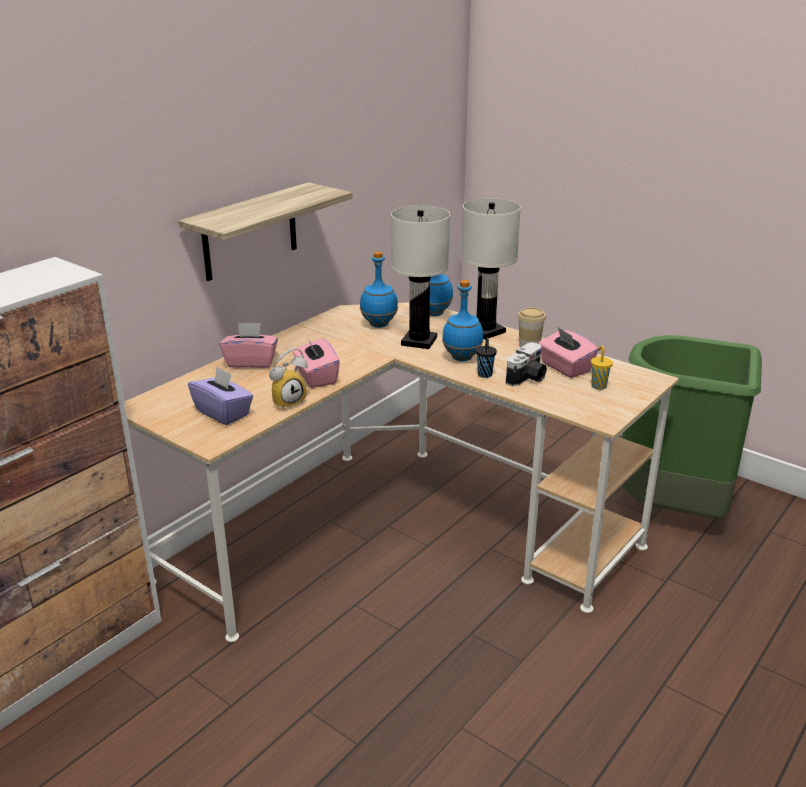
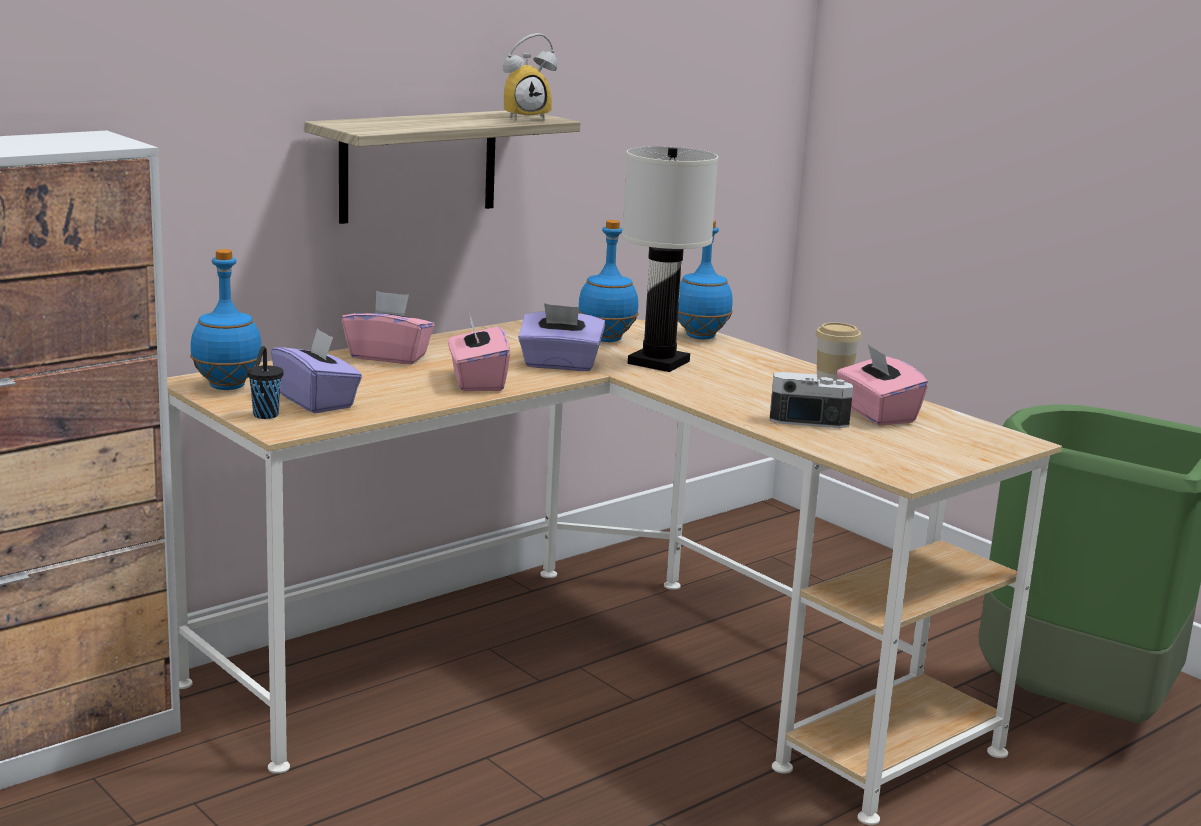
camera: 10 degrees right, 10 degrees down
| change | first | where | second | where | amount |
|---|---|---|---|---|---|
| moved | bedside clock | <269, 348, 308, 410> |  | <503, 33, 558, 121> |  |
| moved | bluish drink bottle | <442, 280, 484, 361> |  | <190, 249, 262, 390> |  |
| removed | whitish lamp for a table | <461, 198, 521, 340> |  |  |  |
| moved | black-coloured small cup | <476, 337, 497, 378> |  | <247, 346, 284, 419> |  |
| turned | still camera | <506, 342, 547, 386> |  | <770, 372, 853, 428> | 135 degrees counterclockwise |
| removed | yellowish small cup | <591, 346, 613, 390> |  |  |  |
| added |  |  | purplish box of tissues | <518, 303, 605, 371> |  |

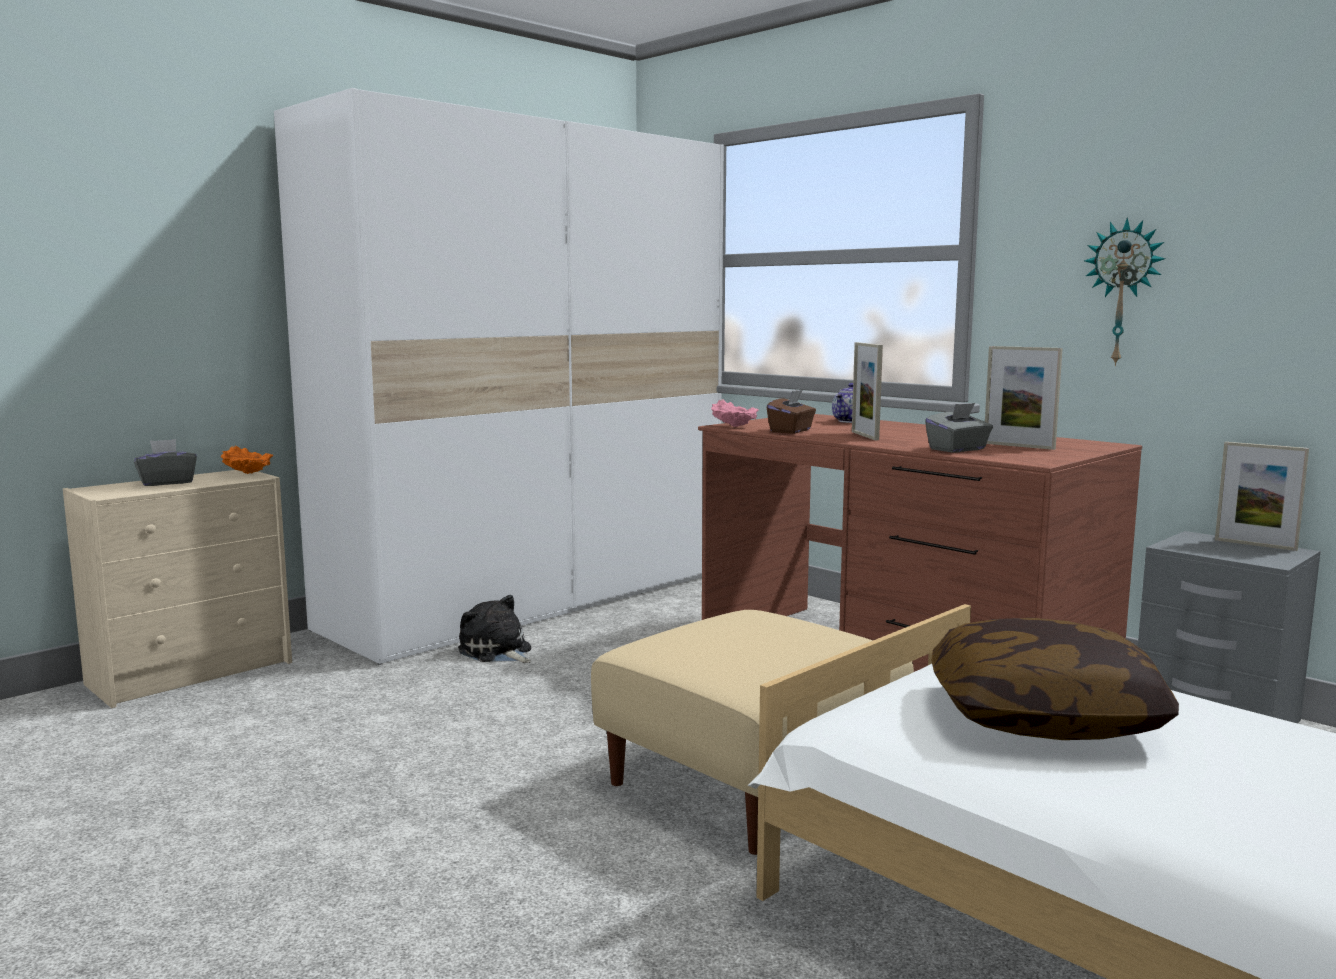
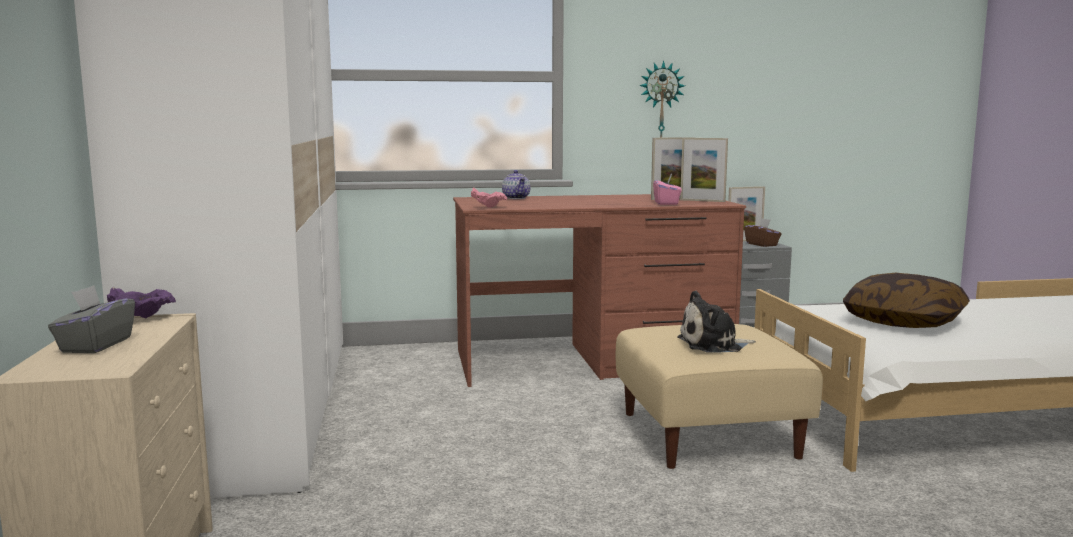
camera: 55 degrees left, 0 degrees up
| change | first | where | second | where | amount |
|---|---|---|---|---|---|
| recoloured | orangey deep dish | <220, 446, 273, 474> | purplish deep dish | <106, 287, 176, 319> |  |
| moved | soft toy | <458, 595, 531, 663> |  | <677, 291, 756, 353> |  |
| moved | brownish box of tissues | <767, 390, 816, 434> |  | <744, 218, 782, 247> |  |
| moved | standing frame | <852, 342, 883, 440> |  | <680, 138, 728, 202> |  |
| recoloured | greyish box of tissues | <925, 403, 993, 453> | pink box of tissues | <653, 174, 682, 205> |  |

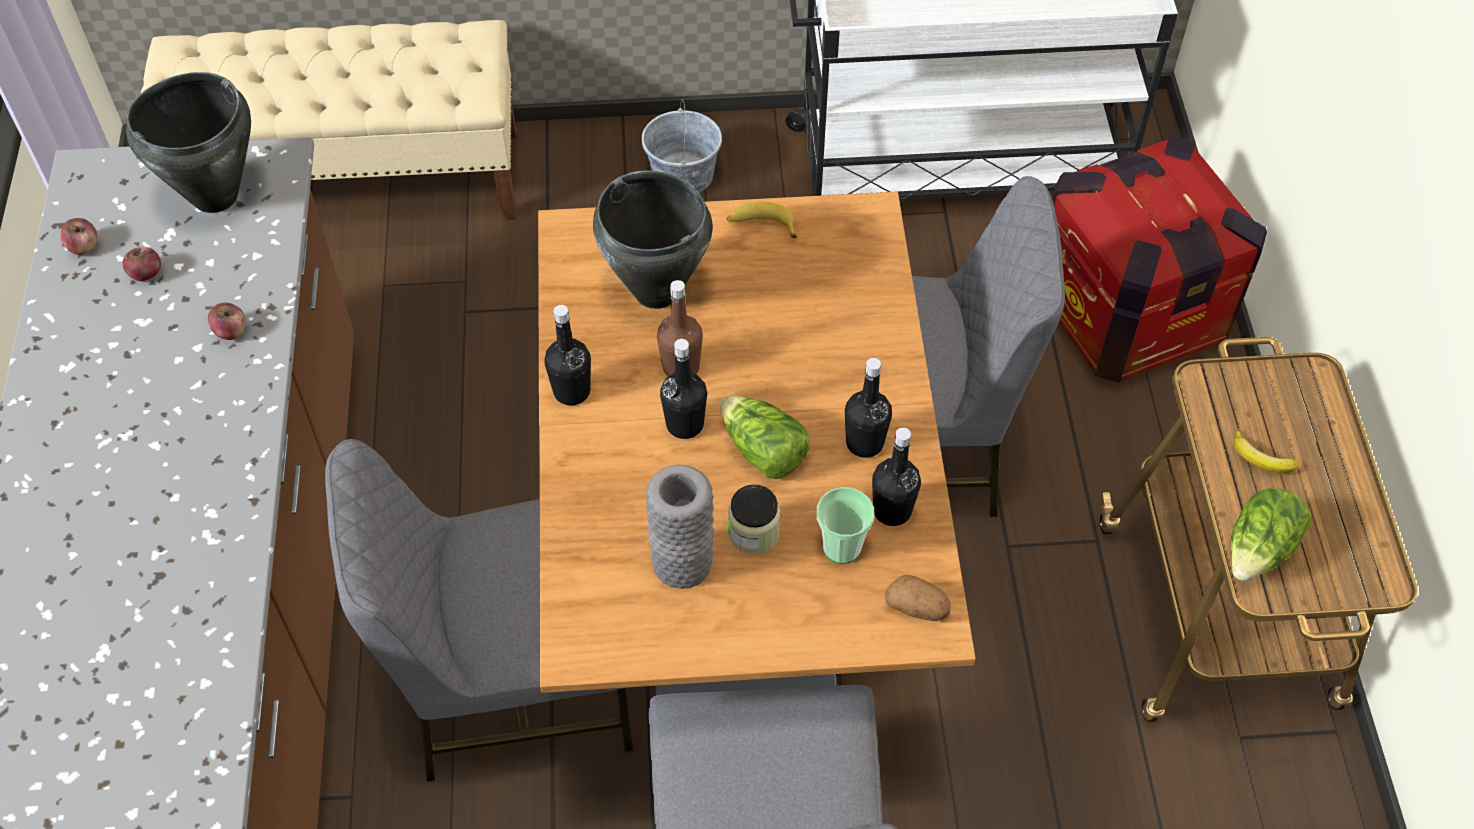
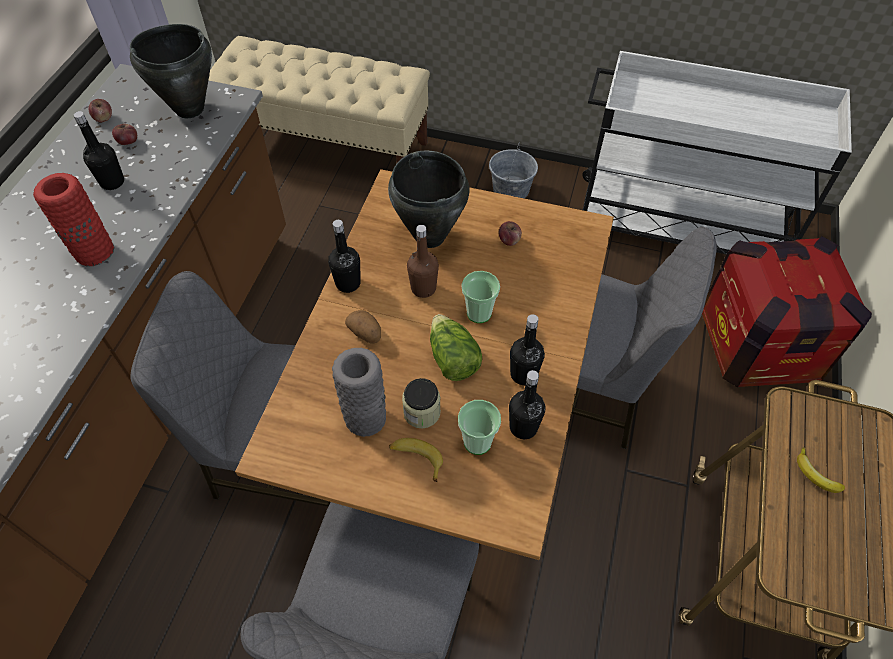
camera: 20 degrees right, 0 degrees up
| change | first | where | second | where | amount |
|---|---|---|---|---|---|
| moved | whole apple | <208, 303, 246, 340> |  | <499, 221, 522, 246> |  |
| moved | black-coloured drink bottle | <660, 339, 707, 439> |  | <73, 111, 124, 190> |  |
| moved | banana | <727, 202, 797, 238> |  | <389, 438, 443, 482> |  |
| moved | spud | <885, 575, 951, 621> |  | <345, 310, 381, 344> |  |
| removed | lettuce | <1231, 488, 1311, 581> |  |  |  |
| added |  |  | red-coloured flower vase | <33, 173, 114, 266> |  |
| added |  |  | small cup | <462, 271, 500, 323> |  |

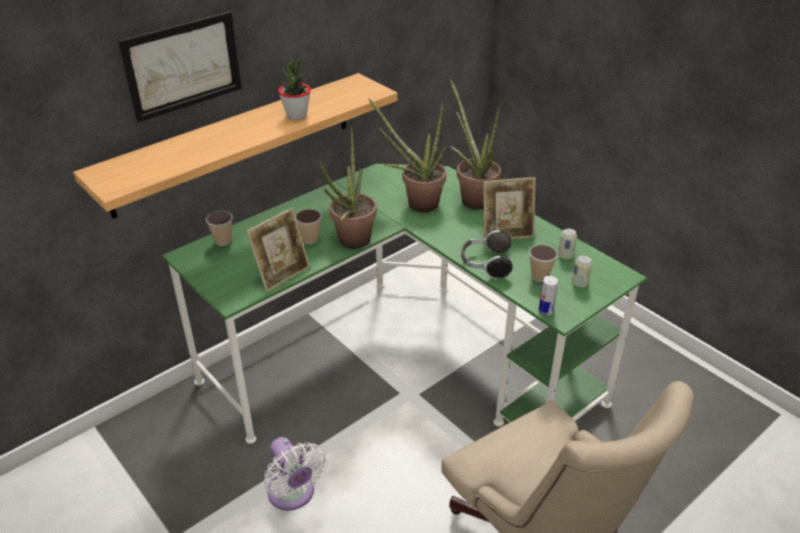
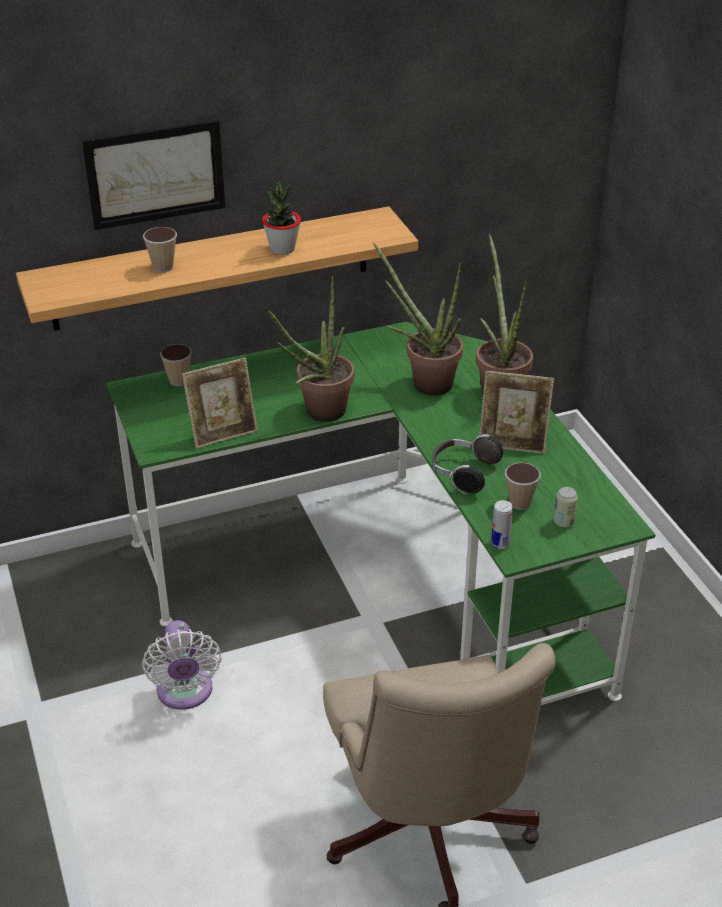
camera: 20 degrees right, 0 degrees up
| change | first | where | second | where | amount |
|---|---|---|---|---|---|
| moved | small cup | <295, 209, 321, 244> |  | <143, 227, 177, 272> |  |
| removed | metal can | <558, 228, 577, 259> |  |  |  |

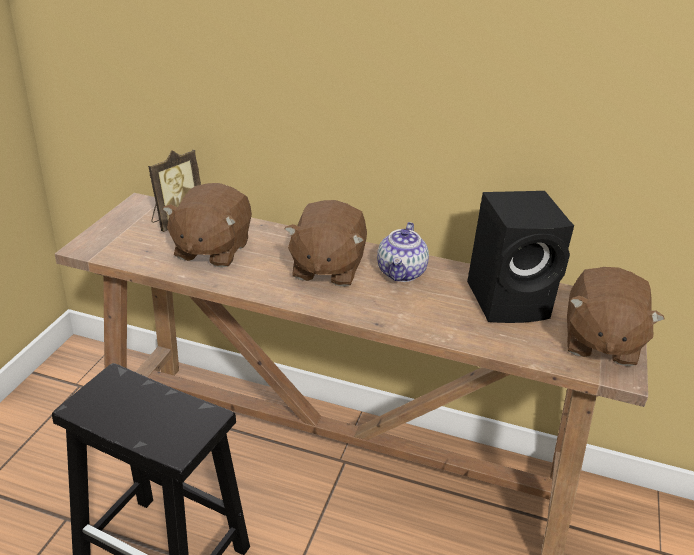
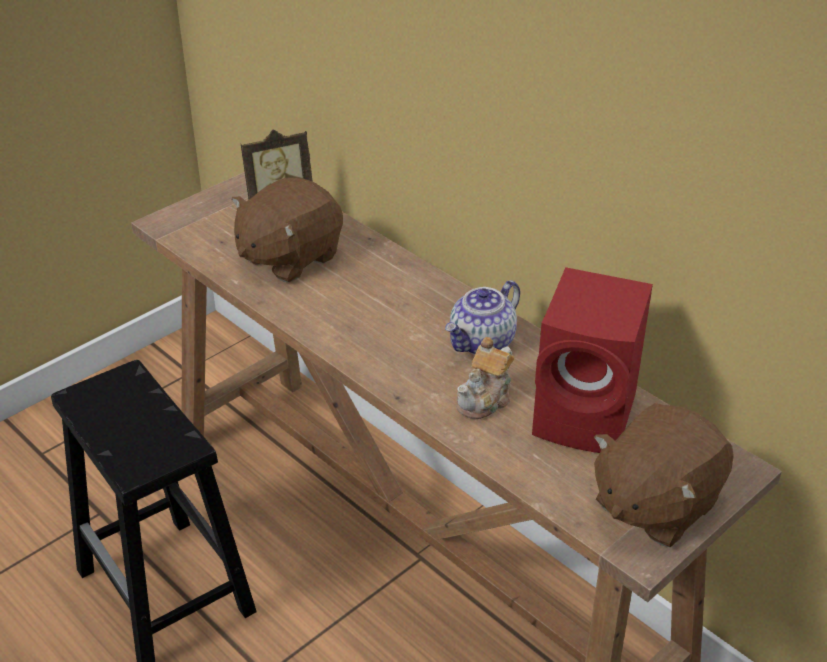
camera: 30 degrees right, 5 degrees up
| change | first | where | second | where | amount |
|---|---|---|---|---|---|
| removed | brownish soft toy | <285, 200, 367, 287> |  |  |  |
| recoloured | black-coloured audio speaker | <467, 191, 574, 323> | red-coloured audio speaker | <532, 267, 653, 453> |  |
| added |  |  | teapot | <456, 337, 514, 419> |  |

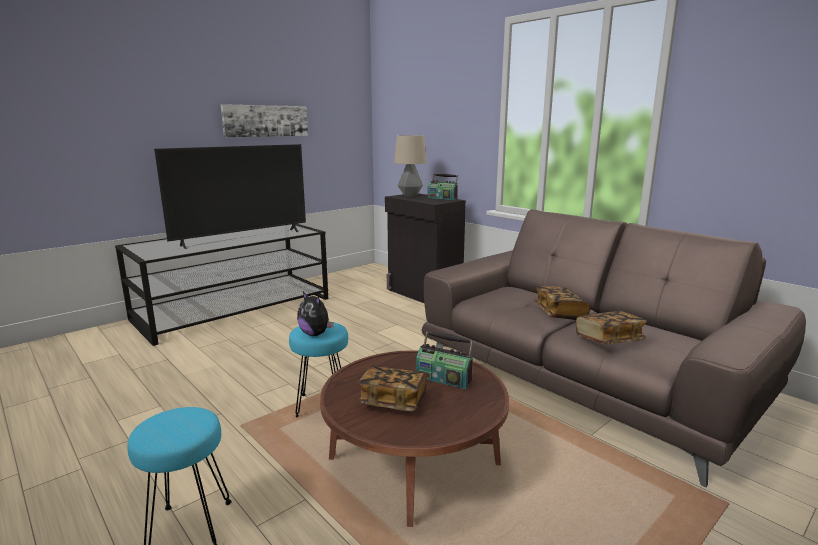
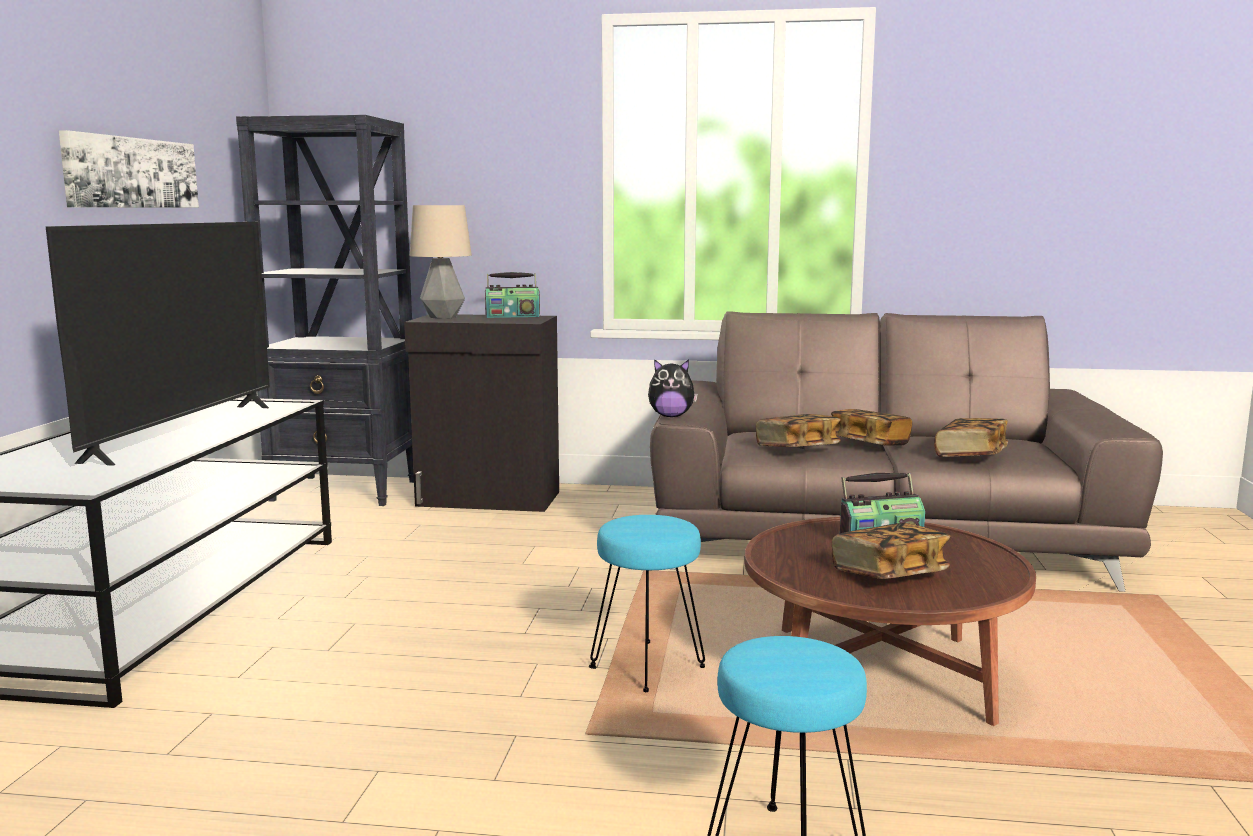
camera: 40 degrees left, 5 degrees down
| change | first | where | second | where | amount |
|---|---|---|---|---|---|
| moved | soft toy | <297, 292, 334, 336> |  | <648, 359, 698, 417> |  |
| added |  |  | black-coloured bookshelf | <236, 115, 414, 506> |  |
| added |  |  | book | <756, 414, 841, 447> |  |

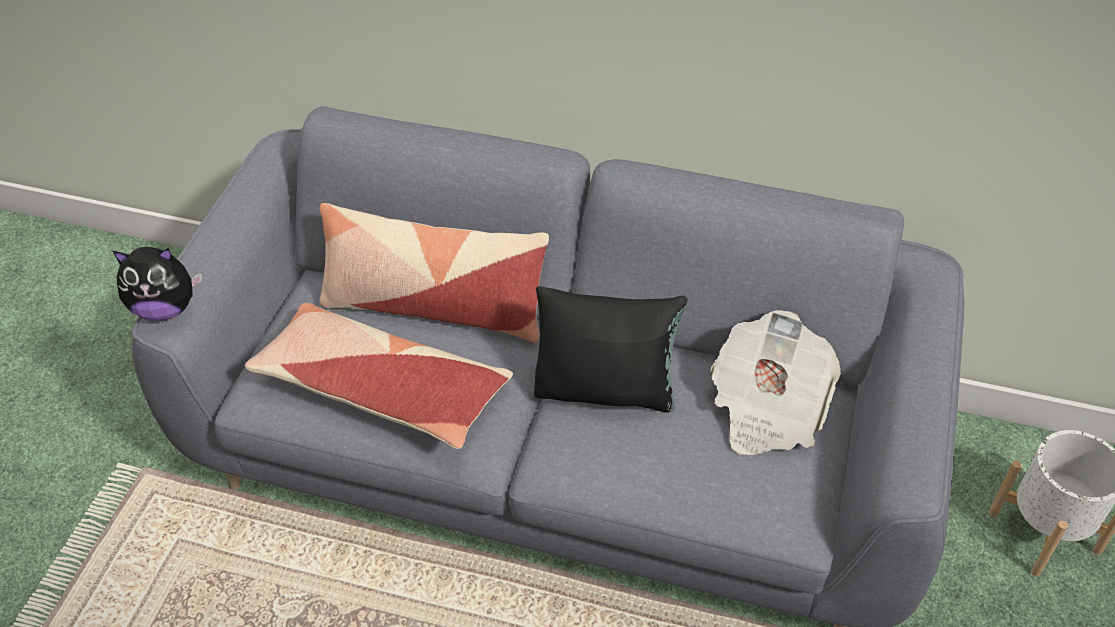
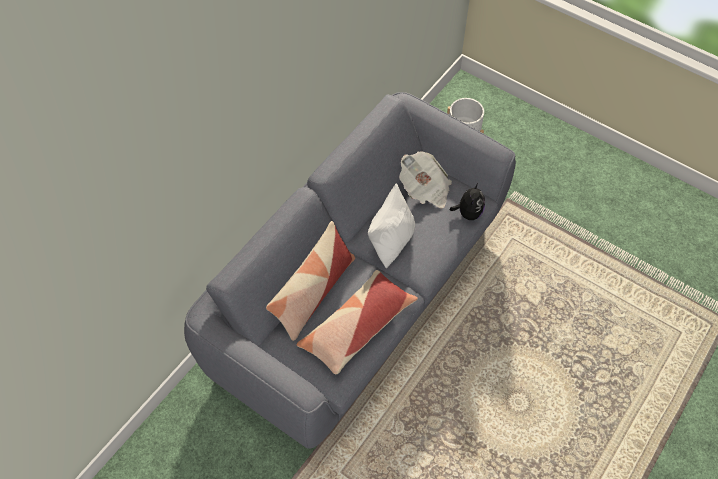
camera: 70 degrees left, 10 degrees up
| change | first | where | second | where | amount |
|---|---|---|---|---|---|
| moved | soft toy | <113, 247, 202, 321> |  | <450, 183, 485, 220> |  |
| recoloured | black-coloured pillow | <534, 286, 687, 413> | whitish pillow | <368, 183, 415, 268> |  |

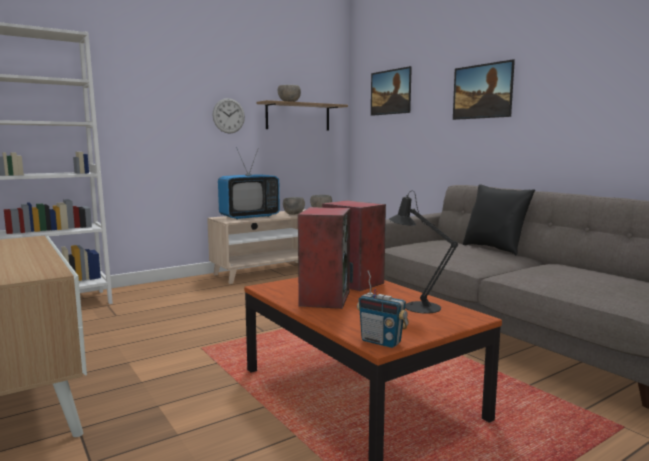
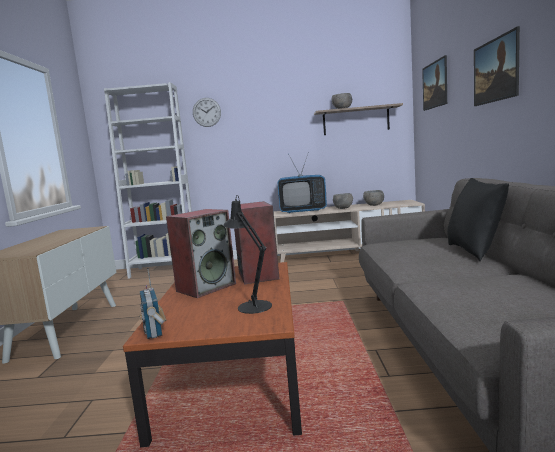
camera: 35 degrees right, 0 degrees up
| change | first | where | second | where | amount |
|---|---|---|---|---|---|
| moved | hanging clock | <212, 98, 245, 134> |  | <193, 98, 221, 127> |  |

